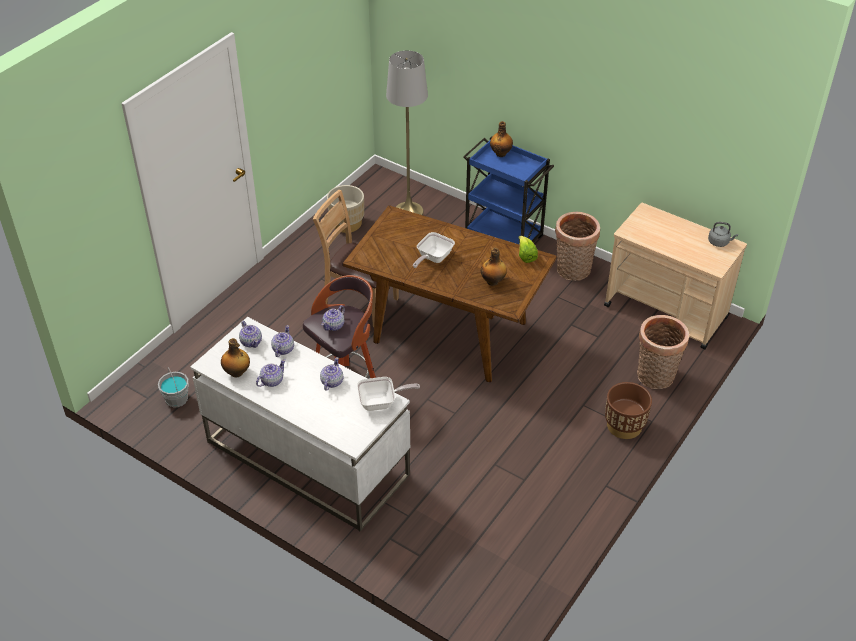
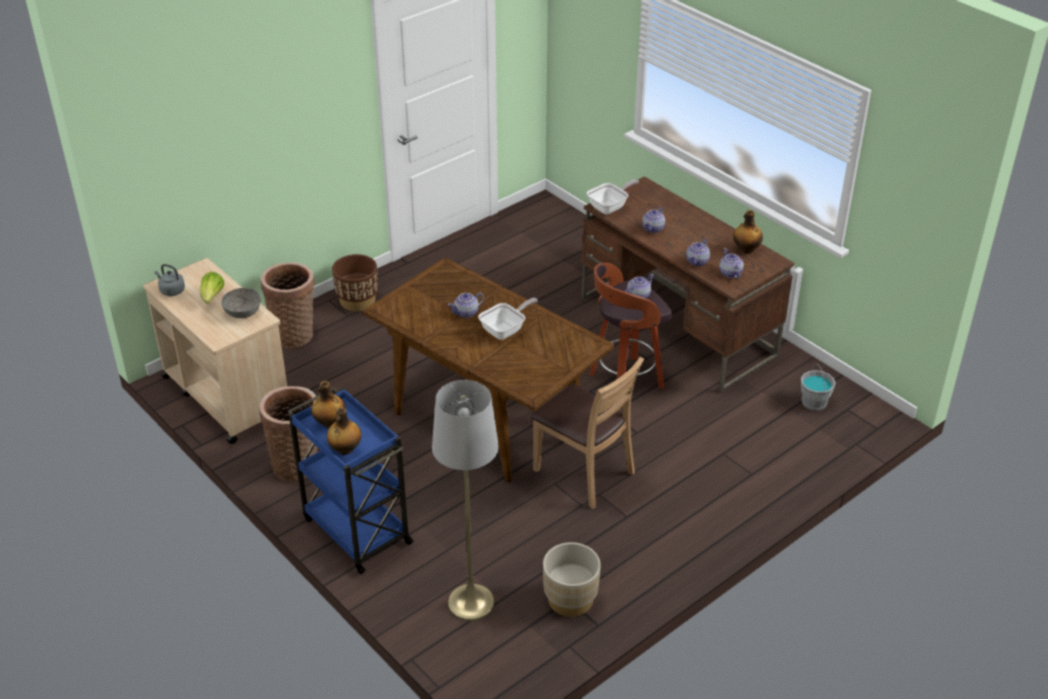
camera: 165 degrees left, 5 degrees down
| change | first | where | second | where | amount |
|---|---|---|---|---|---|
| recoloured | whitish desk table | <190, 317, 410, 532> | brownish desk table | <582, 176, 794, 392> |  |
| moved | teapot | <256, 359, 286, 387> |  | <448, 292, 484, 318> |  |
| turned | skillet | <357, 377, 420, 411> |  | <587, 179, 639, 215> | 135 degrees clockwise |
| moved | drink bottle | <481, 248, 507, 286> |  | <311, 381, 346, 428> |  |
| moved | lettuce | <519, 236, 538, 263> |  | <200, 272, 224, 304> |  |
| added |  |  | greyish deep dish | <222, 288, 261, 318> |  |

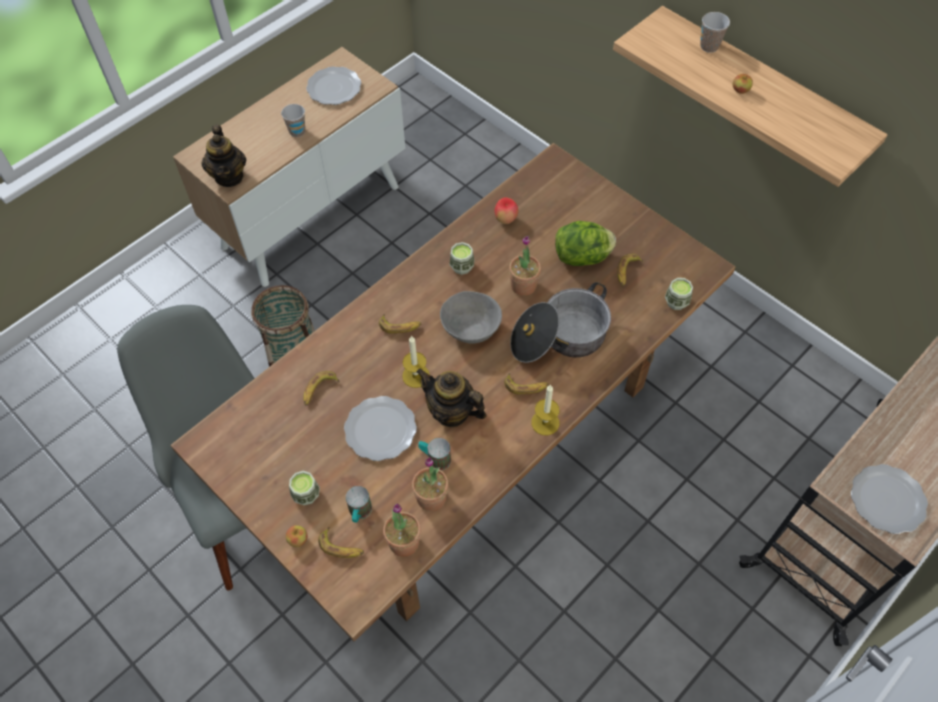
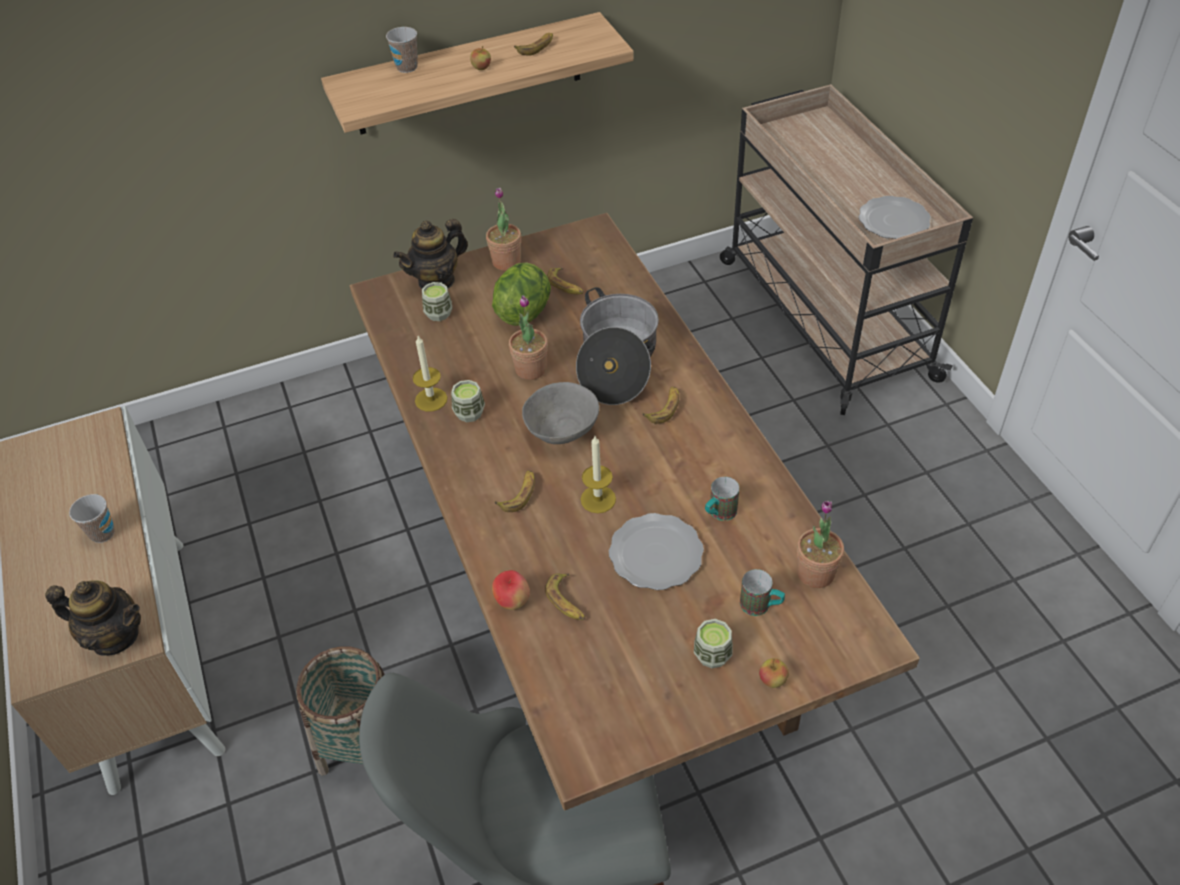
camera: 65 degrees left, 10 degrees down
| change | first | where | second | where | amount |
|---|---|---|---|---|---|
| removed | flat dish | <306, 66, 361, 105> |  |  |  |
| moved | banana | <318, 527, 364, 558> |  | <514, 33, 553, 56> |  |
| moved | houseplant | <412, 457, 448, 511> |  | <486, 188, 521, 271> |  |
| moved | teapot | <416, 368, 487, 427> |  | <393, 219, 468, 289> |  |
| moved | whole apple | <495, 197, 518, 224> |  | <492, 570, 530, 610> |  |
| moved | candle | <531, 385, 559, 435> |  | <412, 336, 448, 411> |  |
| moved | small cup | <665, 278, 693, 310> |  | <422, 282, 452, 321> |  |

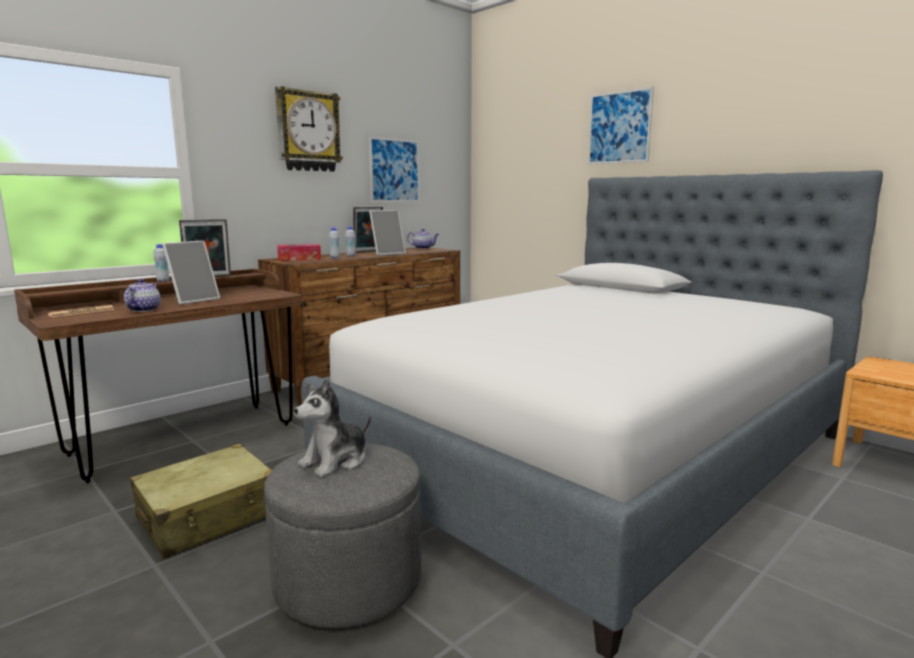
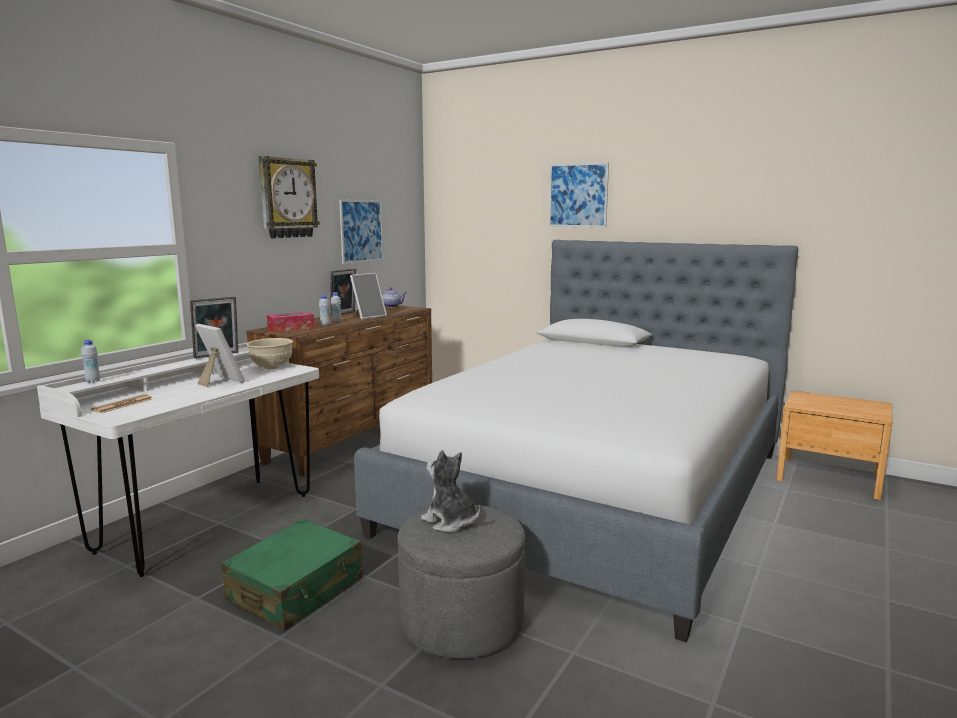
camera: 15 degrees left, 0 degrees up
| change | first | where | second | where | amount |
|---|---|---|---|---|---|
| recoloured | brownish desk table | <14, 269, 302, 483> | whitish desk table | <37, 342, 319, 577> |  |
| removed | teapot | <124, 279, 161, 312> |  |  |  |
| recoloured | beige piece of luggage | <130, 444, 272, 559> | green piece of luggage | <221, 519, 363, 631> |  |
| moved | whitish drink bottle | <154, 244, 169, 282> |  | <81, 340, 100, 383> |  |
| turned | standing frame | <162, 241, 220, 305> |  | <195, 324, 245, 387> | 75 degrees counterclockwise |
| turned | soft toy | <294, 379, 371, 477> |  | <421, 450, 480, 533> | 105 degrees clockwise |
| added |  |  | beige deep dish | <247, 338, 293, 369> |  |

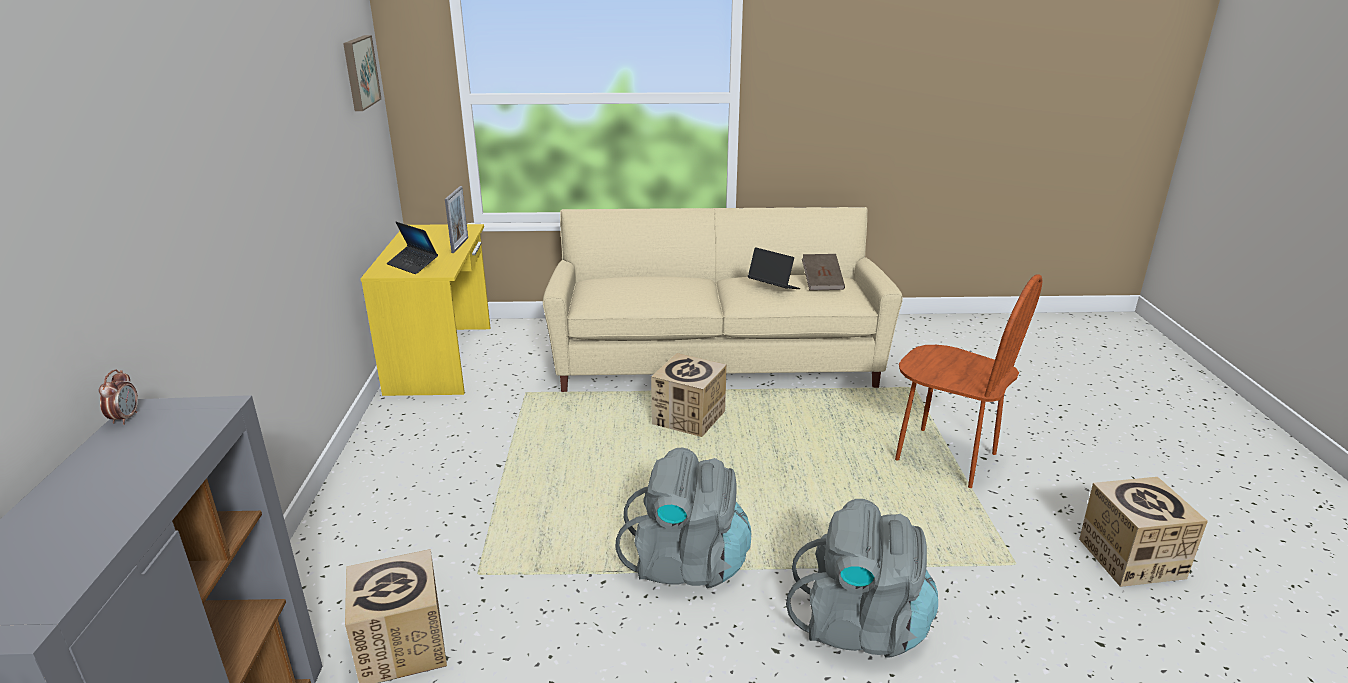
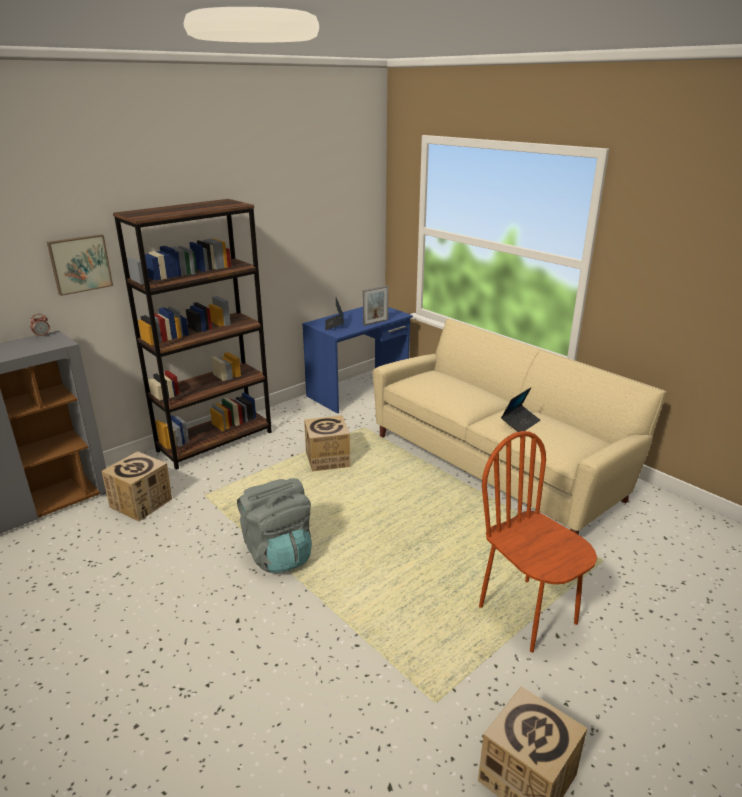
camera: 50 degrees right, 0 degrees up
| change | first | where | second | where | amount |
|---|---|---|---|---|---|
| moved | picture | <343, 35, 381, 111> |  | <47, 234, 113, 296> |  |
| recoloured | yellowish desk table | <361, 224, 490, 396> | bluish desk table | <302, 307, 413, 413> |  |
| moved | packing box | <651, 353, 727, 437> |  | <304, 415, 351, 471> |  |
| turned | notebook computer | <748, 247, 800, 289> |  | <501, 387, 540, 432> | 45 degrees clockwise |
| removed | greyish knapsack | <786, 499, 938, 658> |  |  |  |
| removed | brownish book | <802, 254, 845, 291> |  |  |  |
| turned | brownish plain chair | <895, 274, 1043, 488> |  | <479, 431, 597, 653> | 150 degrees clockwise |
| added |  |  | brownish bookshelf | <113, 199, 272, 470> |  |

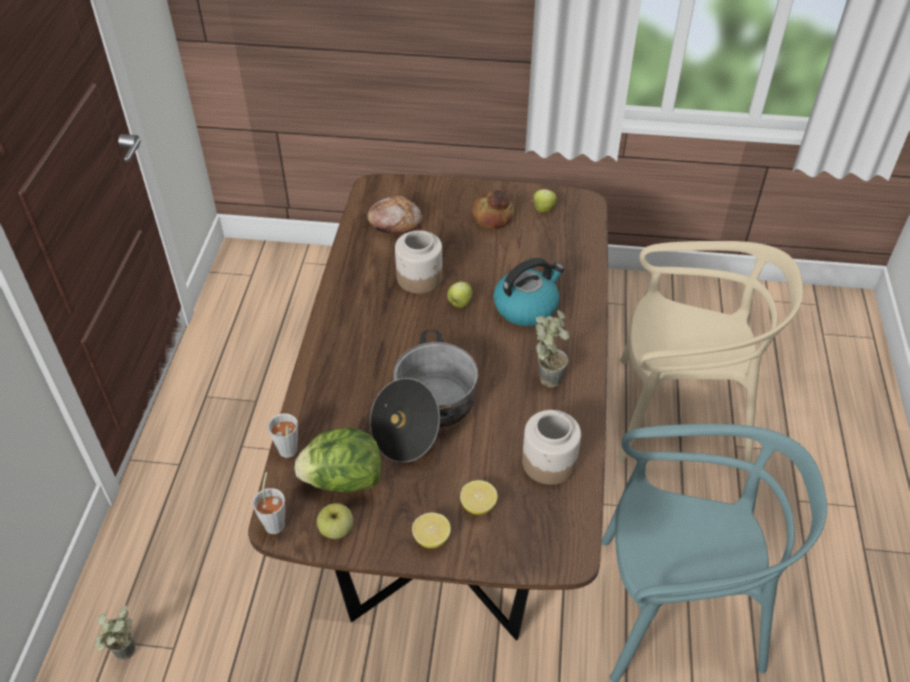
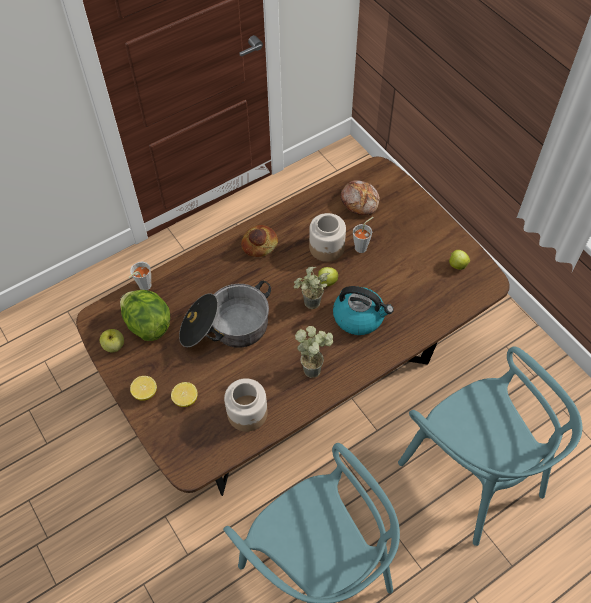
camera: 50 degrees right, 10 degrees up
| change | first | where | second | where | amount |
|---|---|---|---|---|---|
| moved | houseplant | <95, 605, 135, 660> |  | <293, 267, 330, 309> |  |
| moved | greyish small cup | <253, 472, 285, 534> |  | <353, 217, 374, 253> |  |
| moved | bakery bread | <472, 190, 514, 229> |  | <241, 225, 278, 257> |  |
| recoloured | beige plain chair | <617, 241, 803, 463> | turquoise-coloured plain chair | <398, 347, 583, 546> |  |

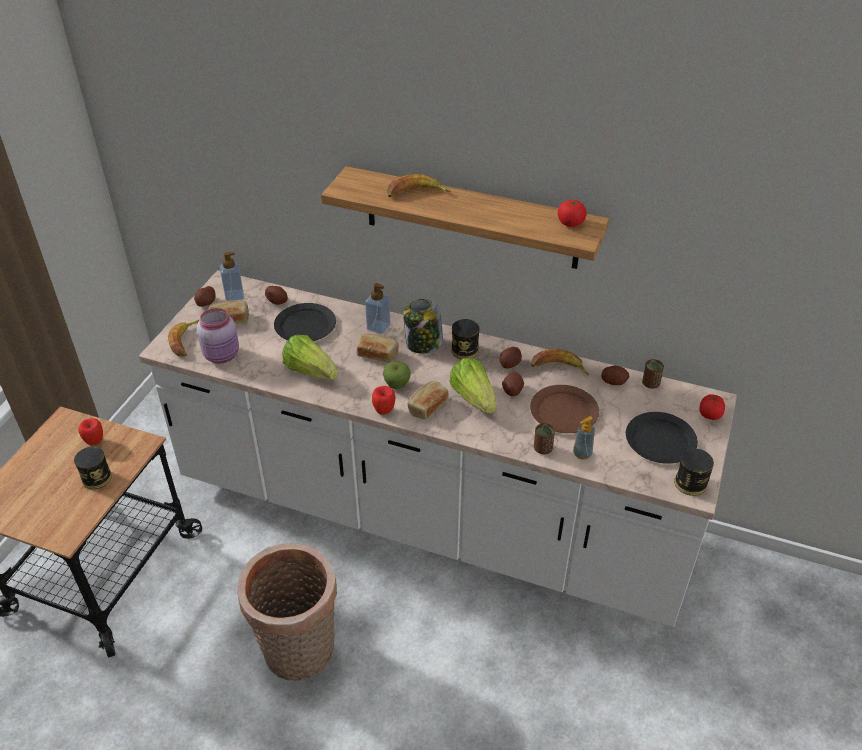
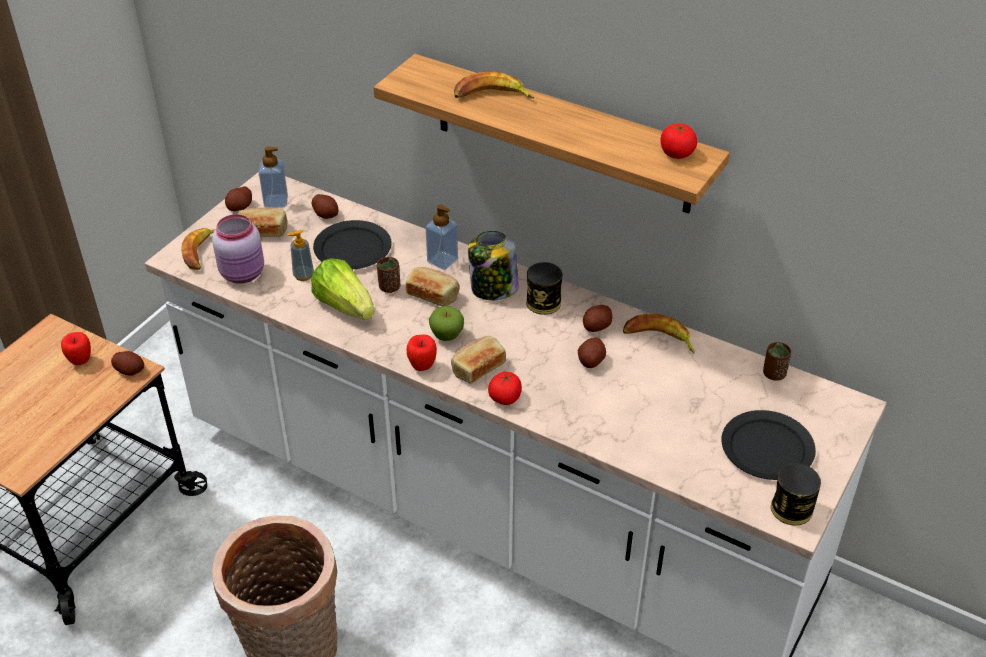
camera: 10 degrees right, 0 degrees up
| change | first | where | second | where | amount |
|---|---|---|---|---|---|
| removed | metal can | <74, 447, 112, 489> |  |  |  |
| removed | lettuce | <449, 358, 496, 414> |  |  |  |
| removed | brownish flat dish | <530, 385, 599, 433> |  |  |  |
| moved | brownish small cup | <534, 423, 555, 454> |  | <377, 257, 400, 293> |  |
| moved | soap bottle | <573, 416, 595, 460> |  | <287, 230, 314, 281> |  |
| moved | spud | <601, 365, 629, 385> |  | <111, 351, 145, 376> |  |
| moved | whole tomato | <699, 394, 725, 420> |  | <488, 372, 522, 405> |  |

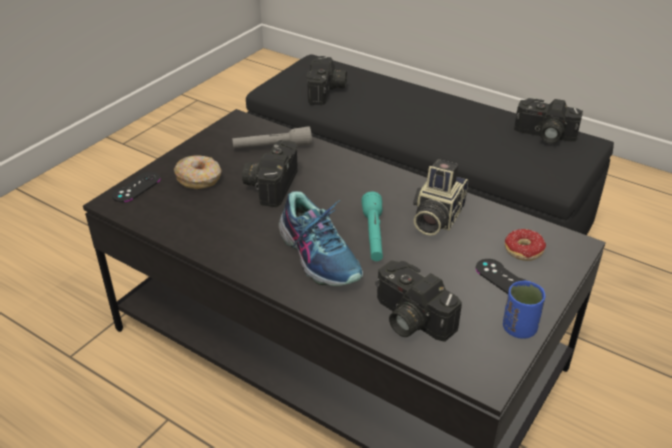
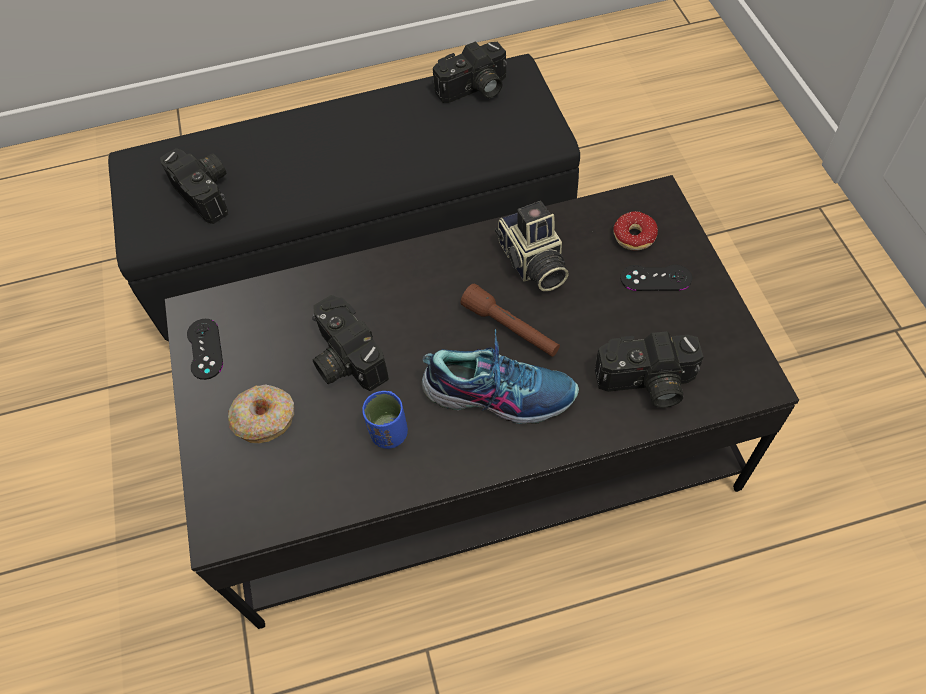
camera: 45 degrees left, 20 degrees up
| change | first | where | second | where | amount |
|---|---|---|---|---|---|
| moved | black-coloured joypad | <112, 172, 161, 202> |  | <187, 319, 223, 380> |  |
| removed | greyish torch | <232, 126, 312, 148> |  |  |  |
| recoloured | turquoise-coloured torch | <361, 191, 383, 261> | brownish torch | <461, 284, 560, 357> |  |
| moved | bluish small cup | <503, 281, 545, 339> |  | <362, 391, 408, 449> |  |

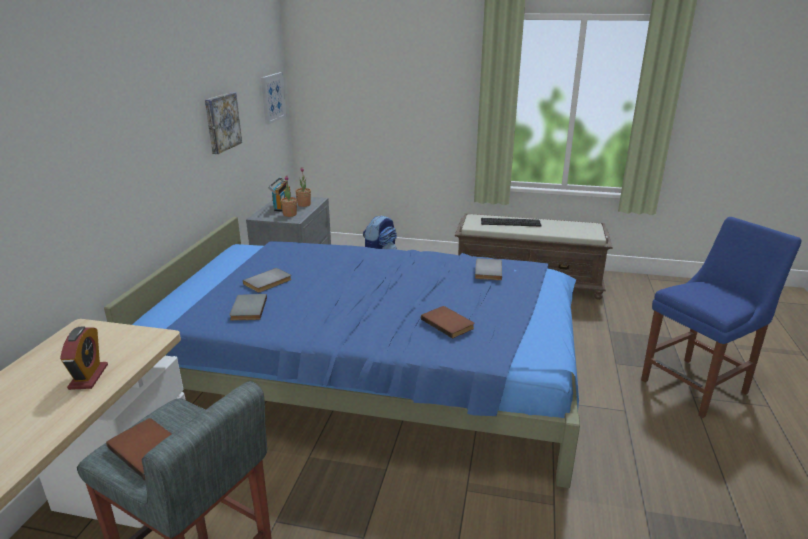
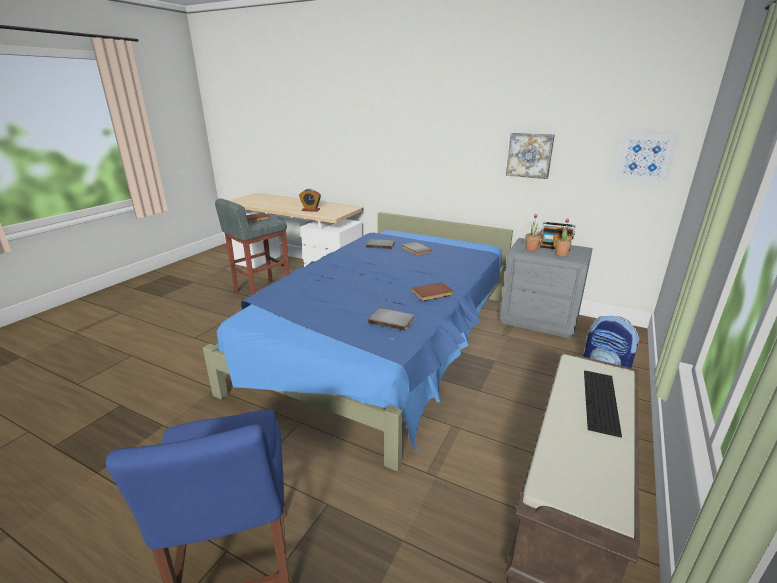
camera: 105 degrees right, 0 degrees up
| change | first | where | second | where | amount |
|---|---|---|---|---|---|
| moved | brownish book | <421, 306, 474, 339> |  | <412, 282, 453, 301> |  |

